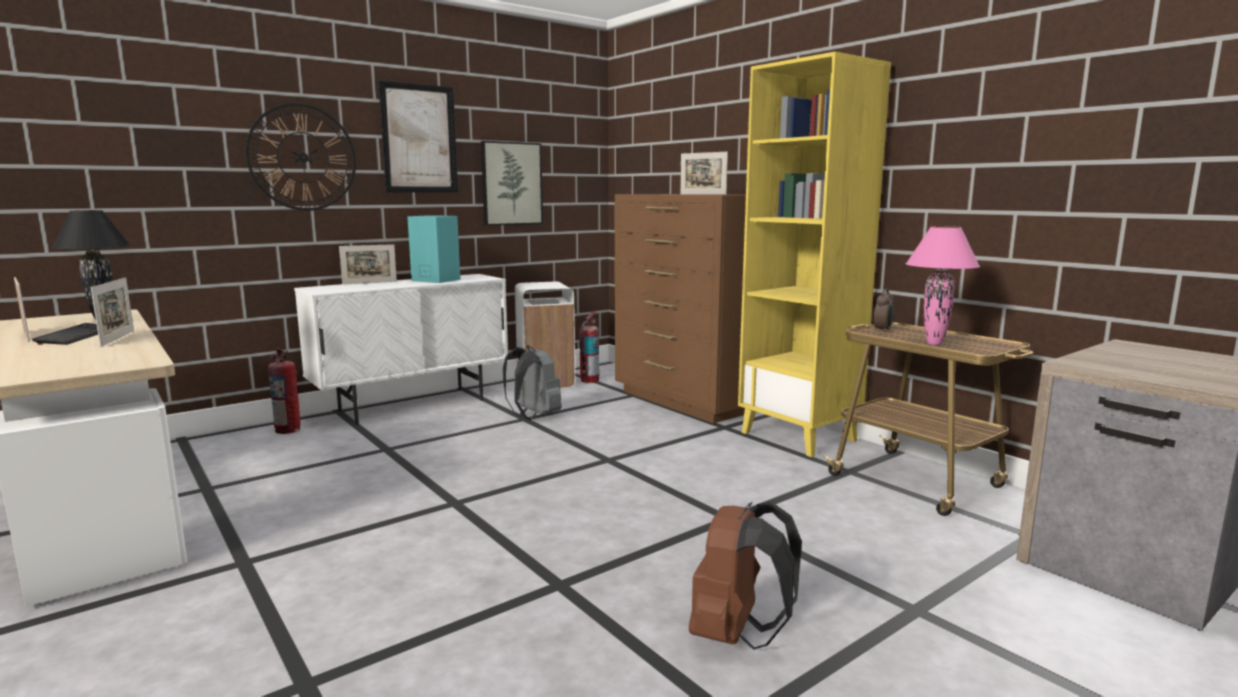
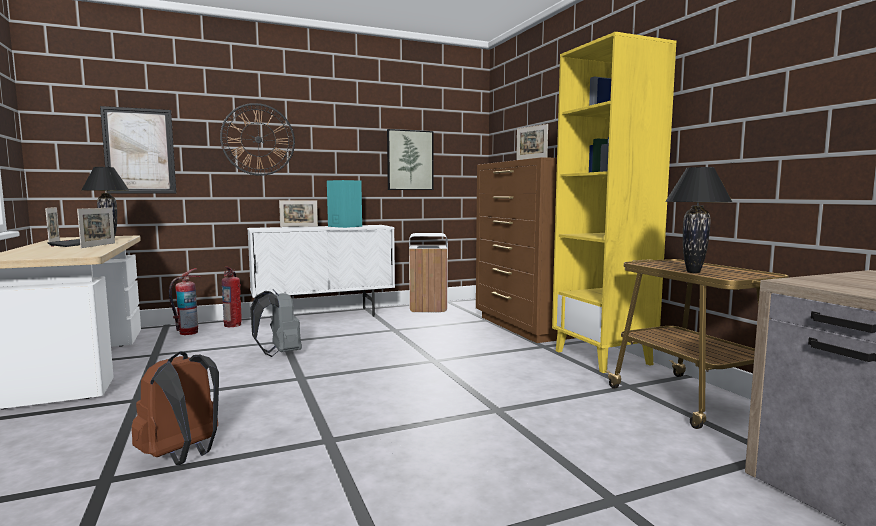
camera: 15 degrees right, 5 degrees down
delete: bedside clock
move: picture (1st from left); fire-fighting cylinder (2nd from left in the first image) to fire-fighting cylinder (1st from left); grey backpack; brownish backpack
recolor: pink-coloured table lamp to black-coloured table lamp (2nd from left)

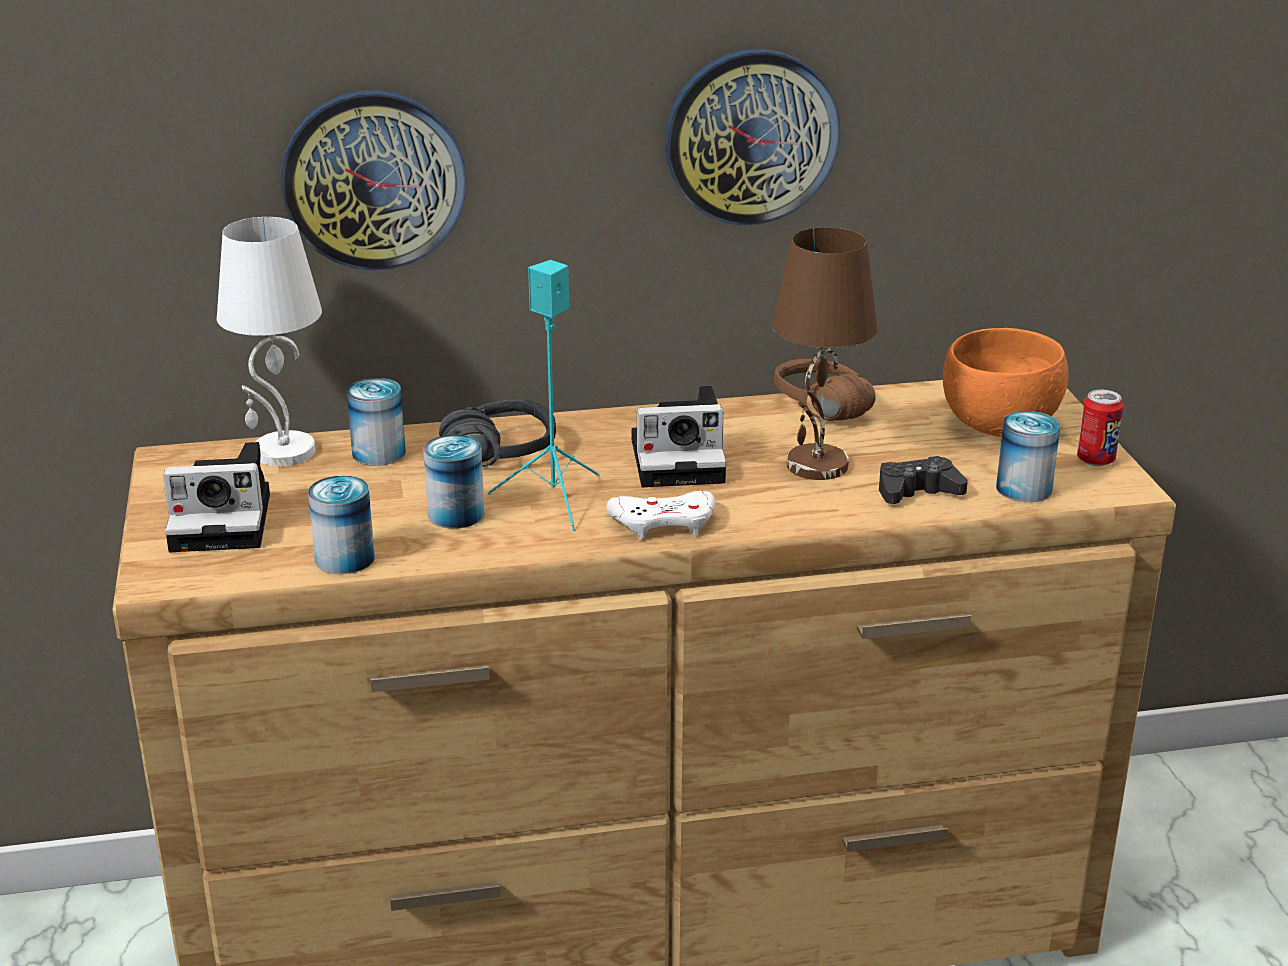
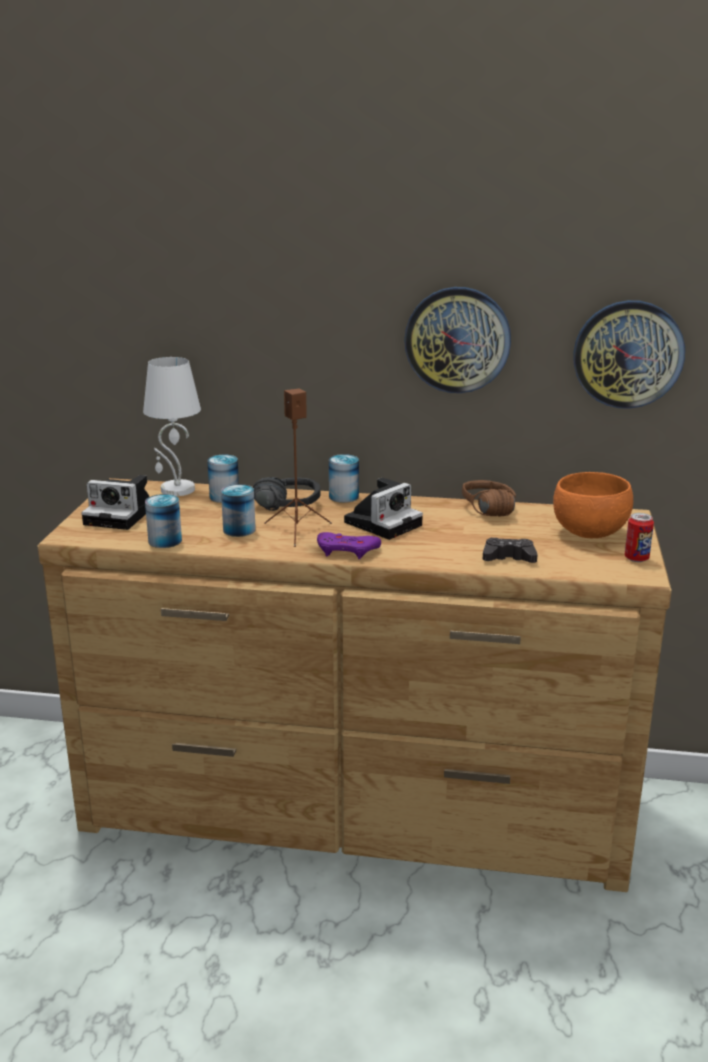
camera: 20 degrees right, 5 degrees down
delete: brownish table lamp
move: wall clock (1st from left in the first image) to wall clock (2nd from left); metal can (4th from left)
recolor: turquoise audio speaker to brownish audio speaker; white-coloured joypad to purple joypad
rotate: still camera (2nd from left) 60 degrees counterclockwise

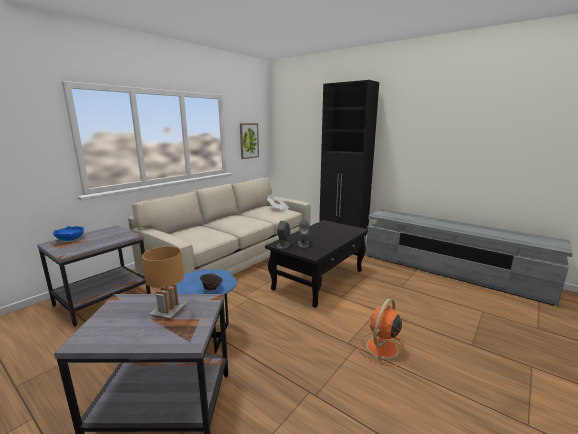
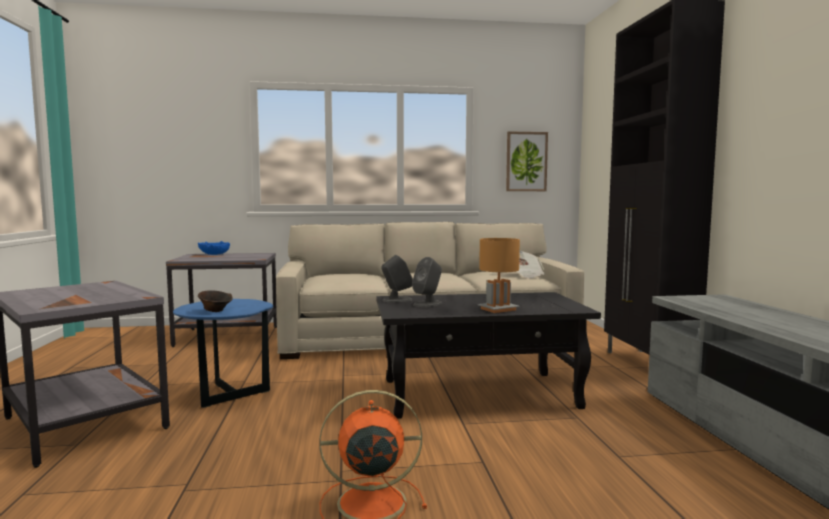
camera: 45 degrees right, 10 degrees down
move: brownish table lamp

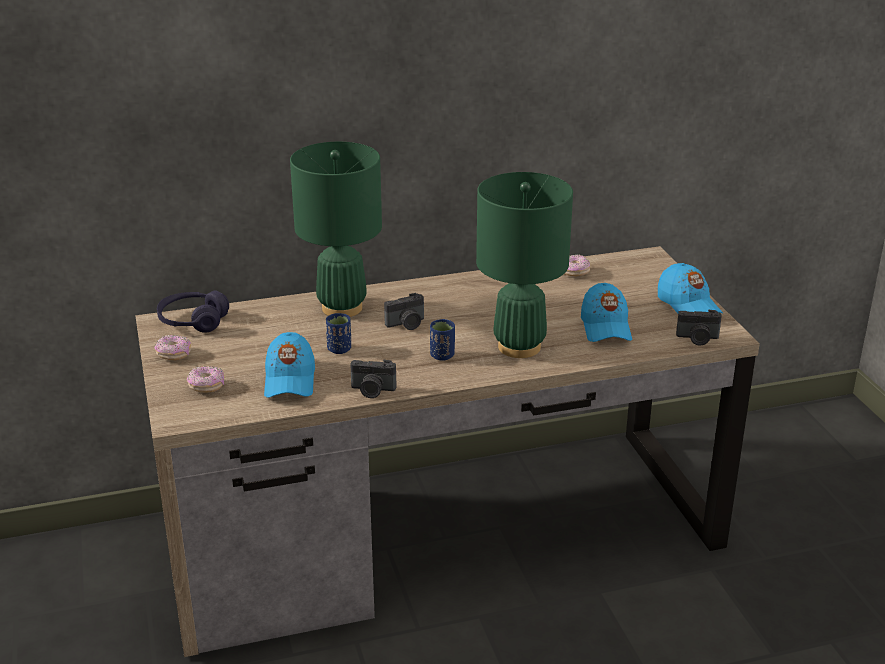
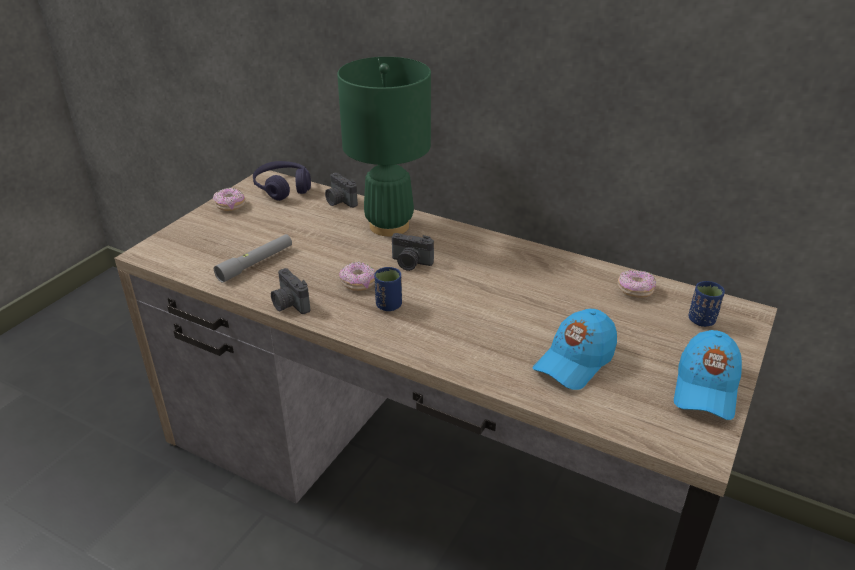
camera: 45 degrees right, 5 degrees up
delete: green-coloured table lamp (2nd from left)
move: still camera (3rd from left in the first image) to still camera (2nd from left); bluish small cup (1st from left in the first image) to bluish small cup (2nd from left); donut (2nd from left)
replace: bluish peaked cap (1st from left) to grey torch

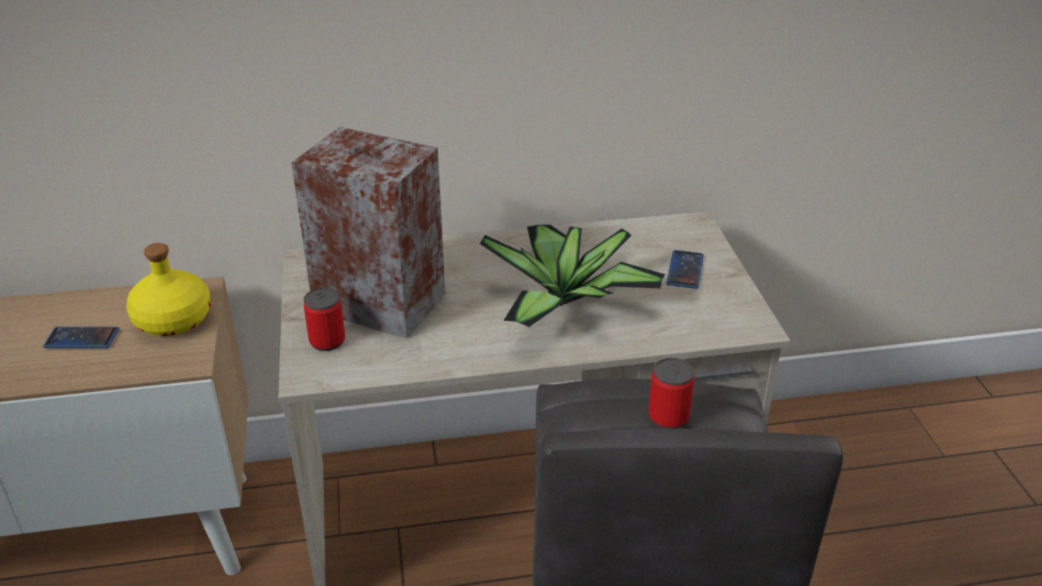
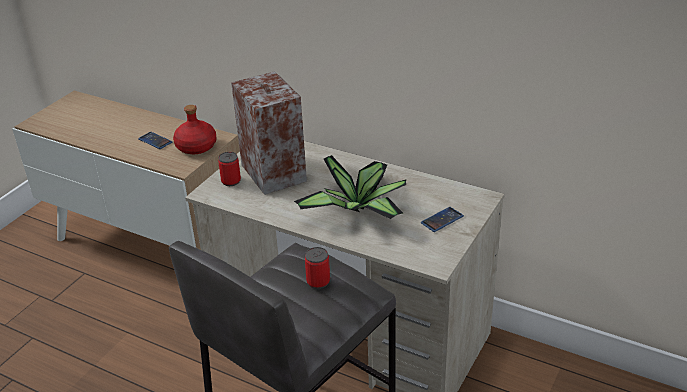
camera: 40 degrees right, 0 degrees up
recolor: yellow beverage bottle to reddish beverage bottle

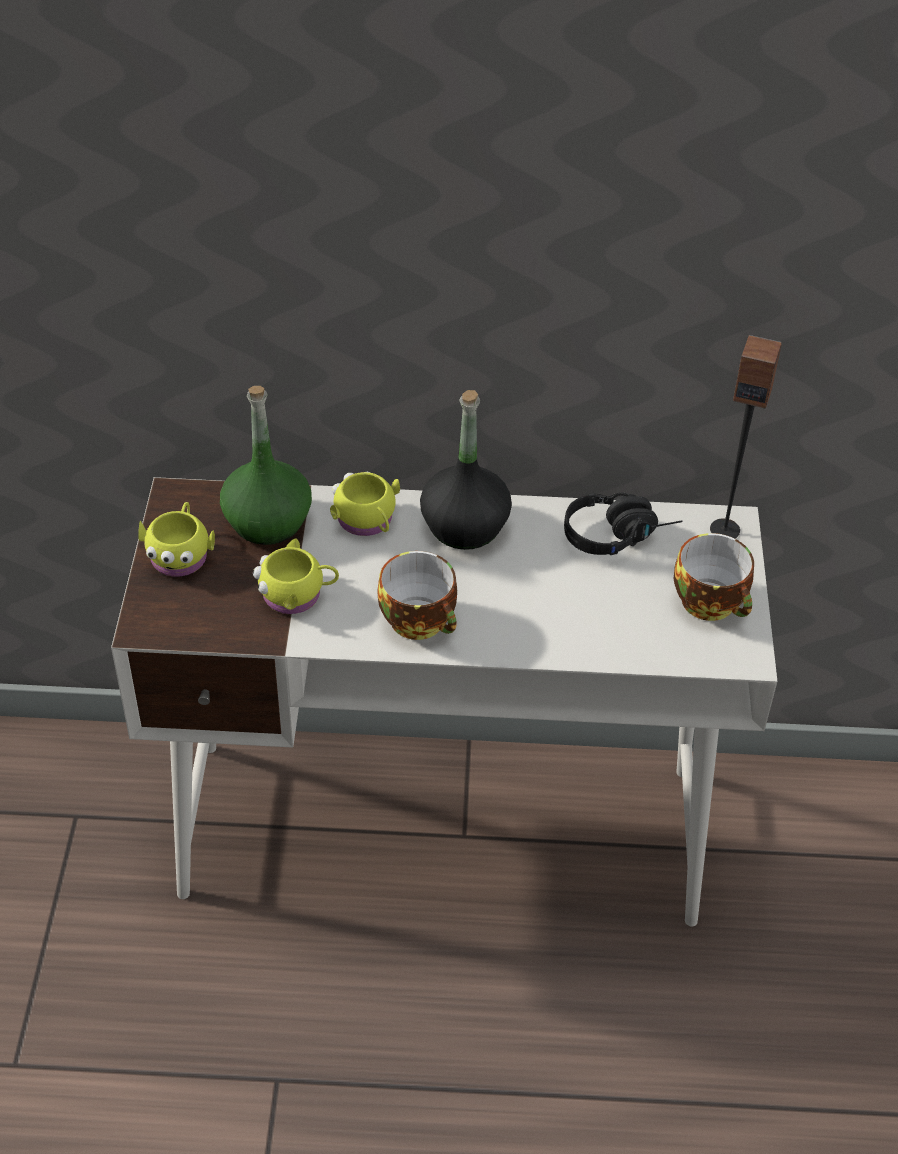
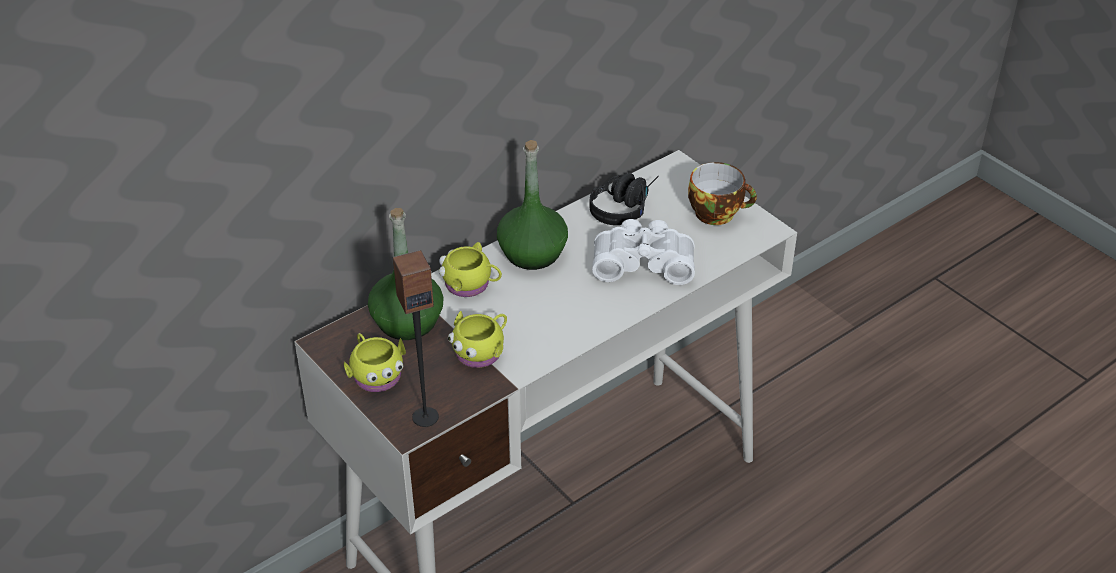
camera: 40 degrees left, 5 degrees down
delete: small cup (1st from left)
insert: white-coloured pair of binoculars
move: audio speaker
recolor: black-coloured beverage bottle to green-coloured beverage bottle (2nd from left)

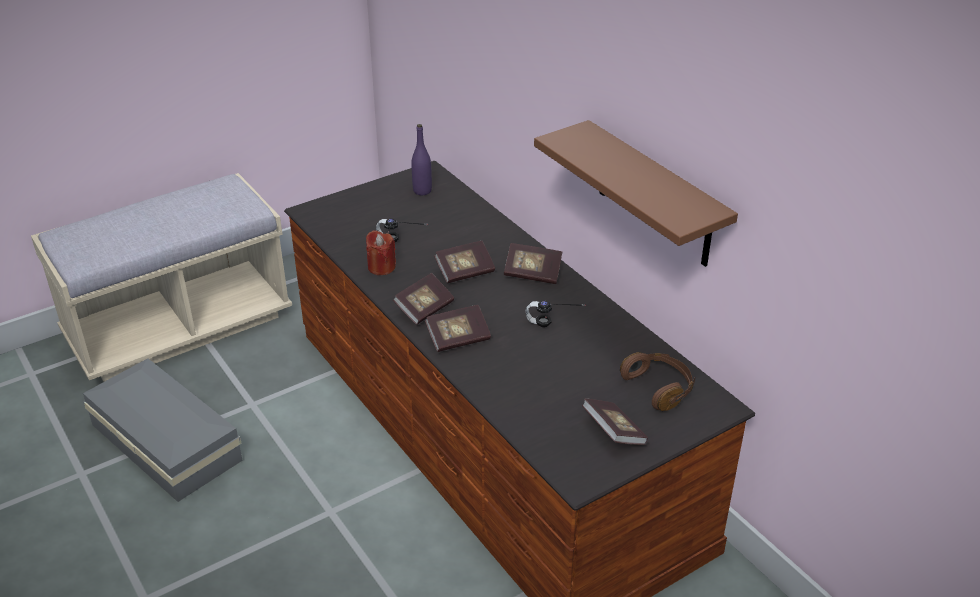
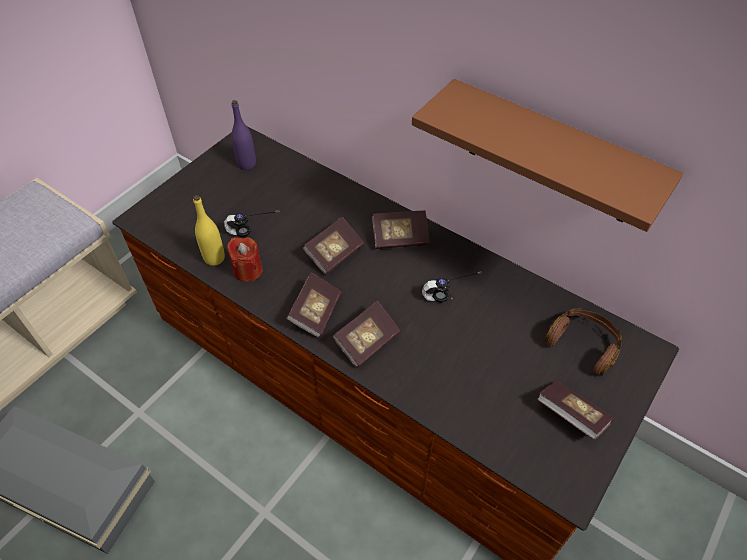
camera: 20 degrees left, 15 degrees up
insert: yellow beverage bottle

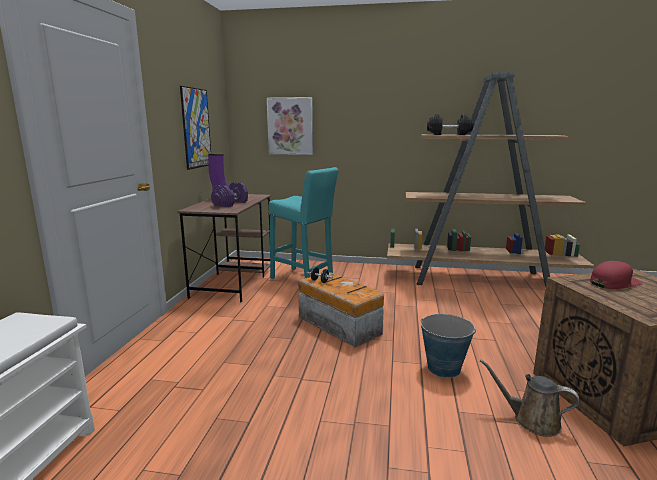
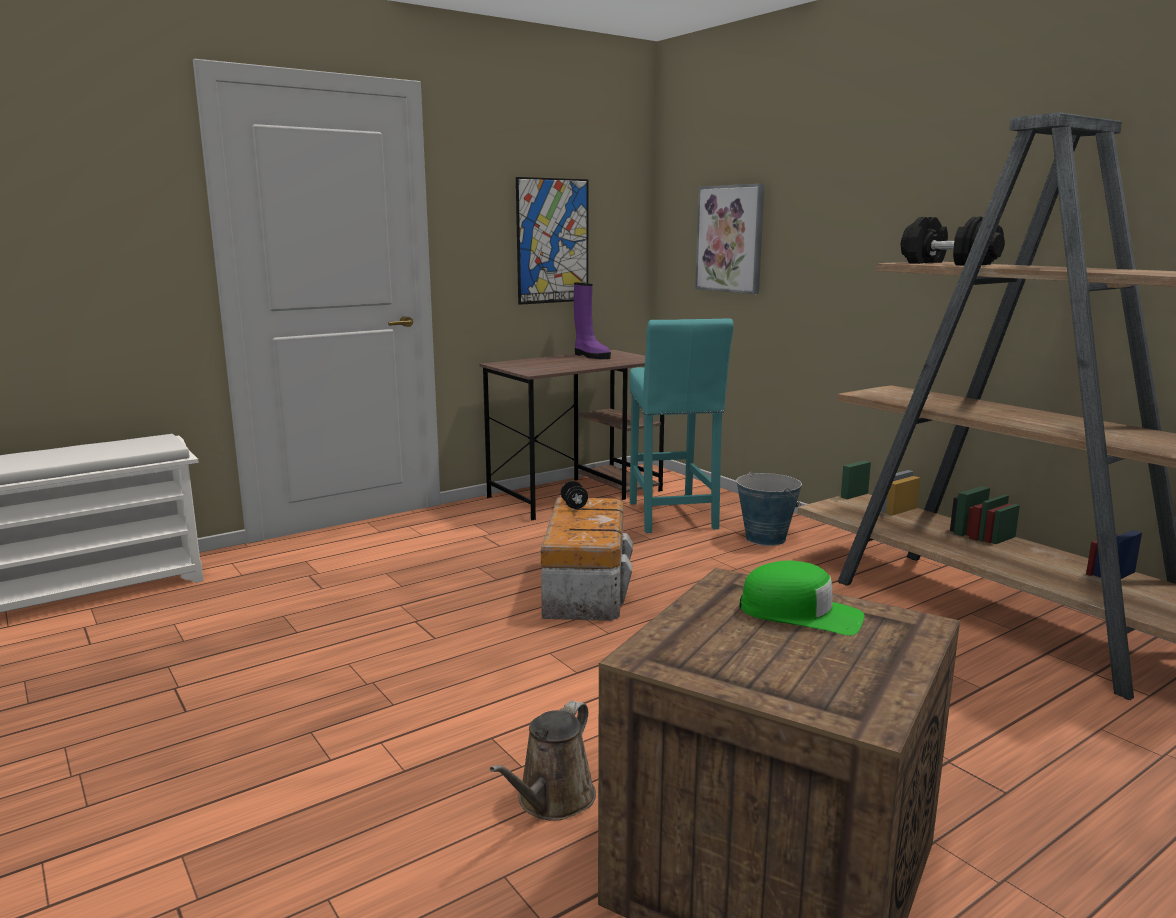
camera: 45 degrees right, 0 degrees up
delete: purple dumbbell
move: bucket
recolor: reddish peaked cap to green-coloured peaked cap
rotate: brownish sprinkling can 135 degrees counterclockwise

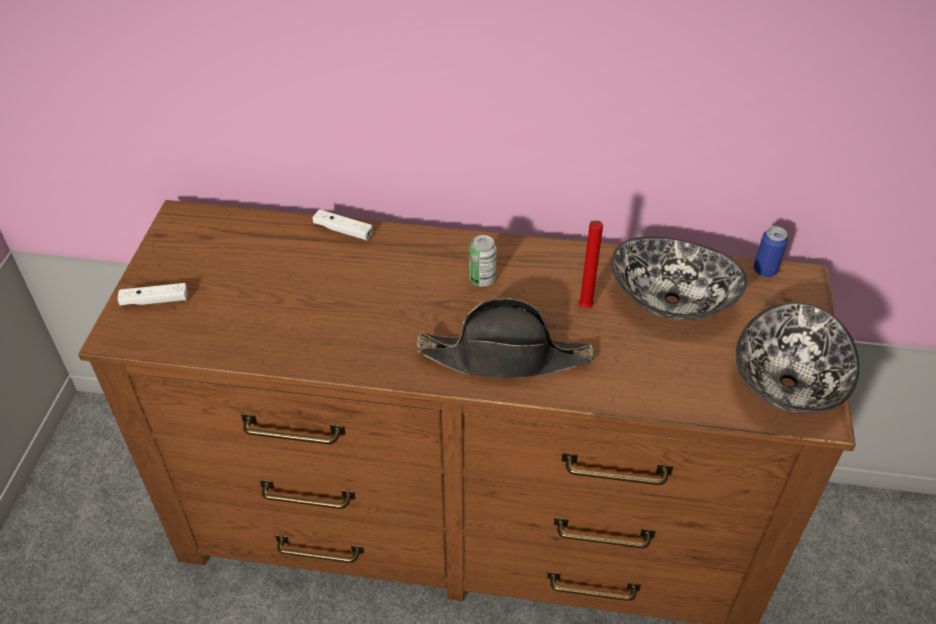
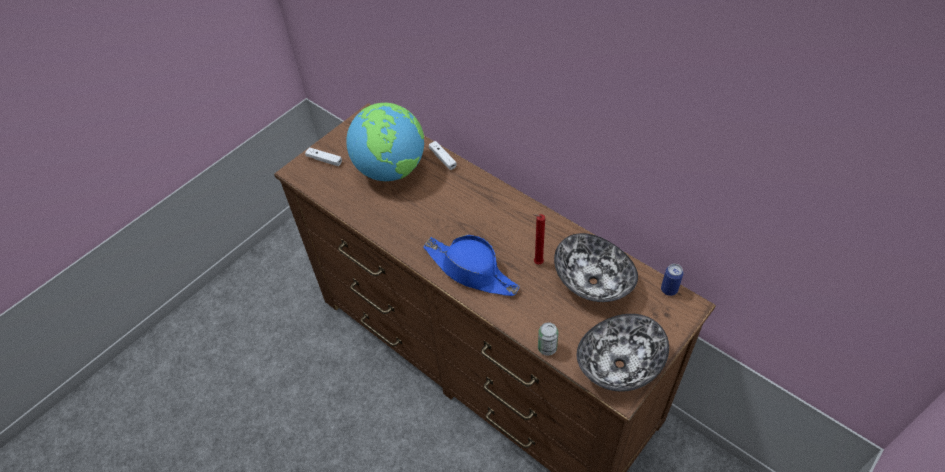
camera: 35 degrees right, 5 degrees up
insert: globe
move: metal can (1st from left)
recolor: black-coloured wearable hat to bluish wearable hat

